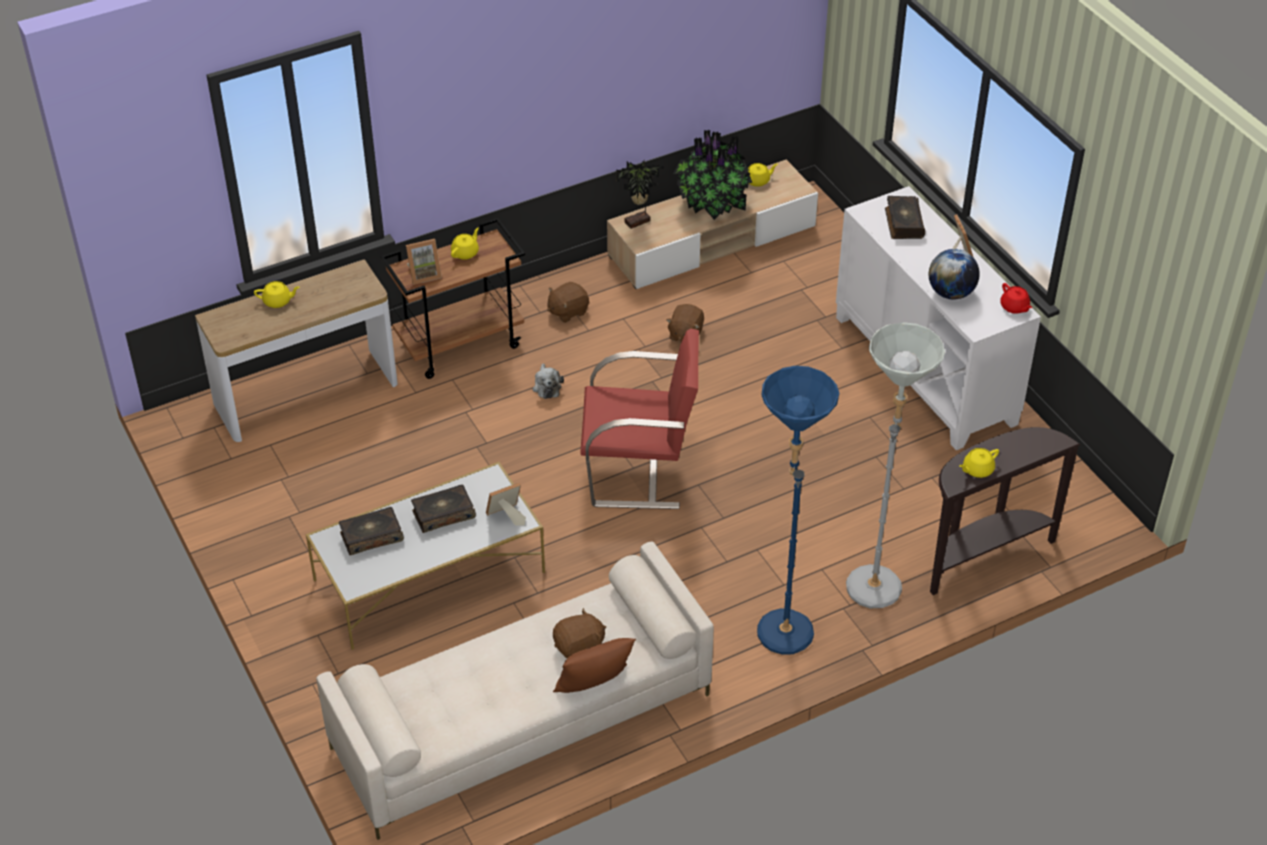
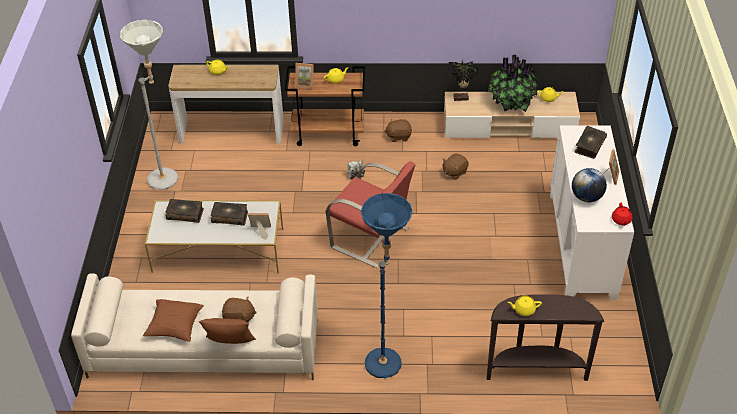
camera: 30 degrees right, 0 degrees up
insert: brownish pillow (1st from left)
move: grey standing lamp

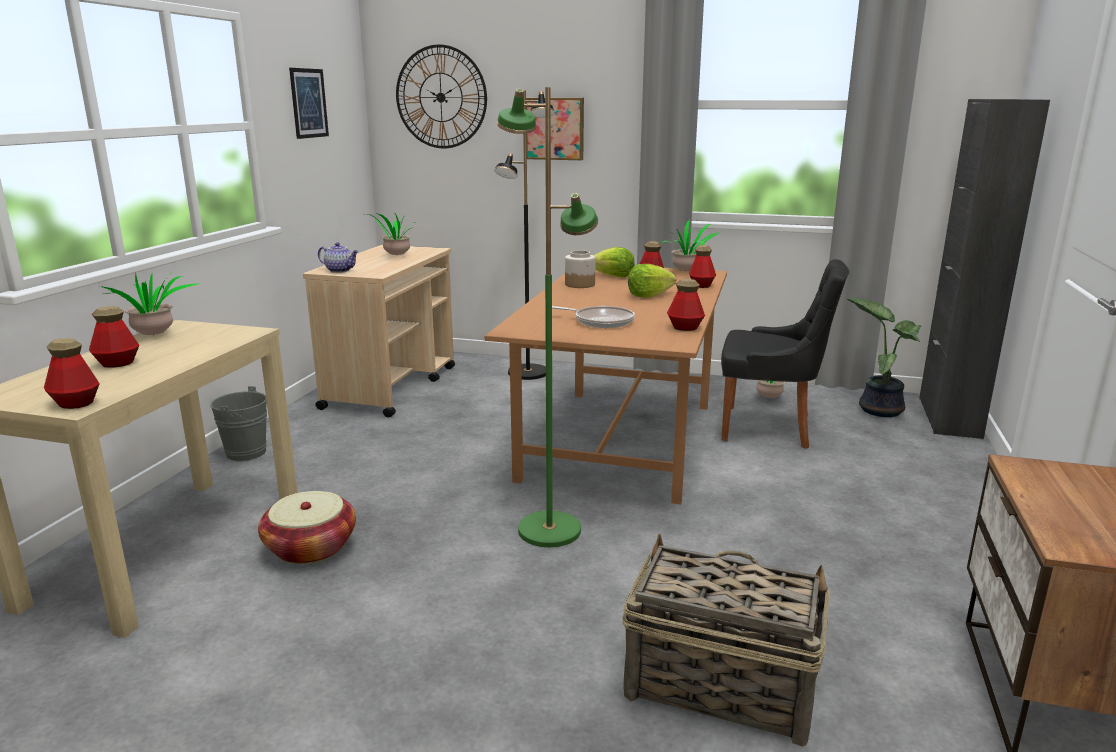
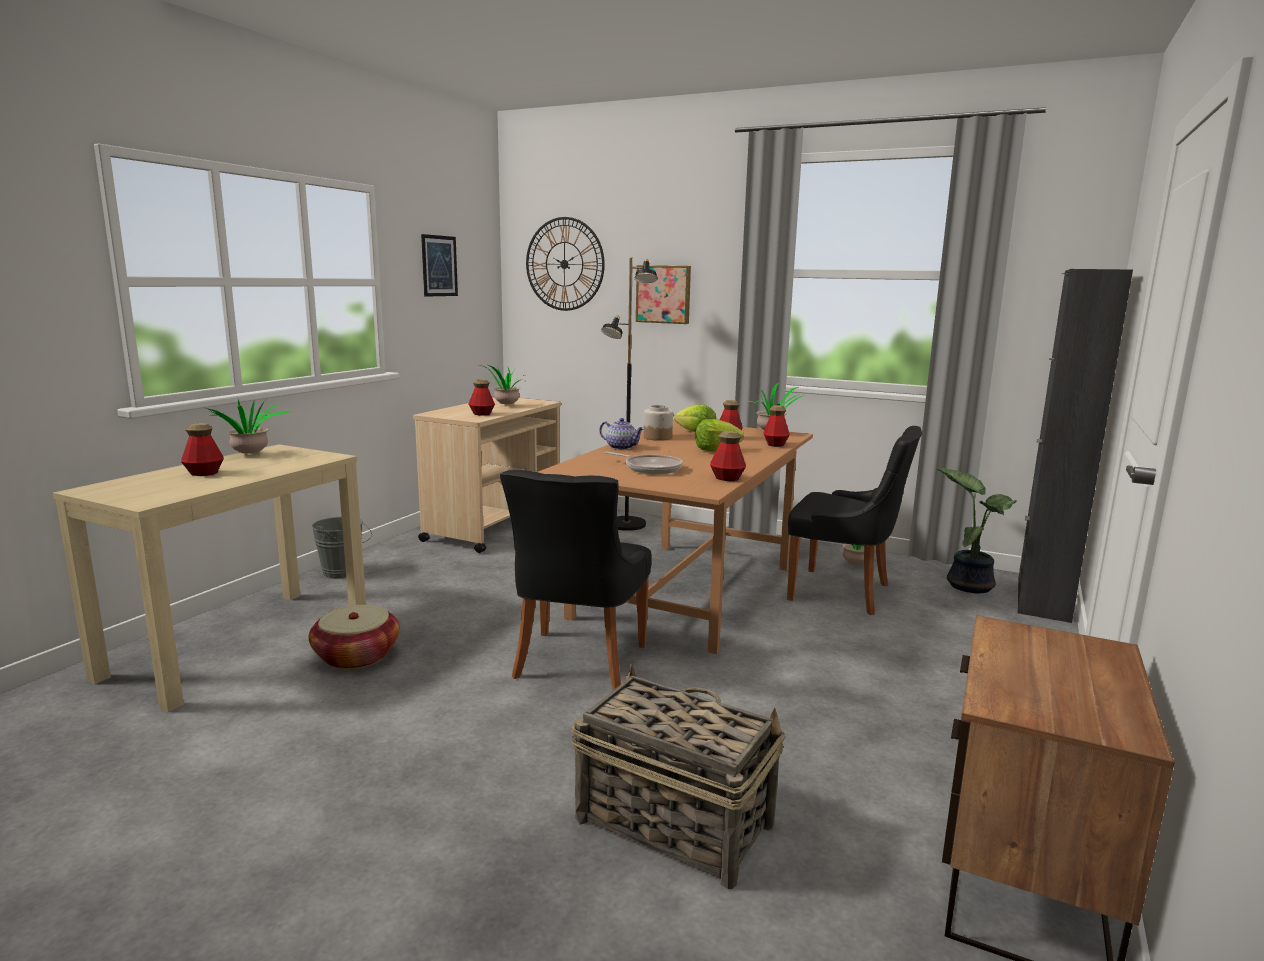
camera: 10 degrees right, 5 degrees down
move: pot for tea; beverage bottle (1st from left in the first image) to beverage bottle (2nd from left)
replace: green-coloured standing lamp to black-coloured chair (1st from left)

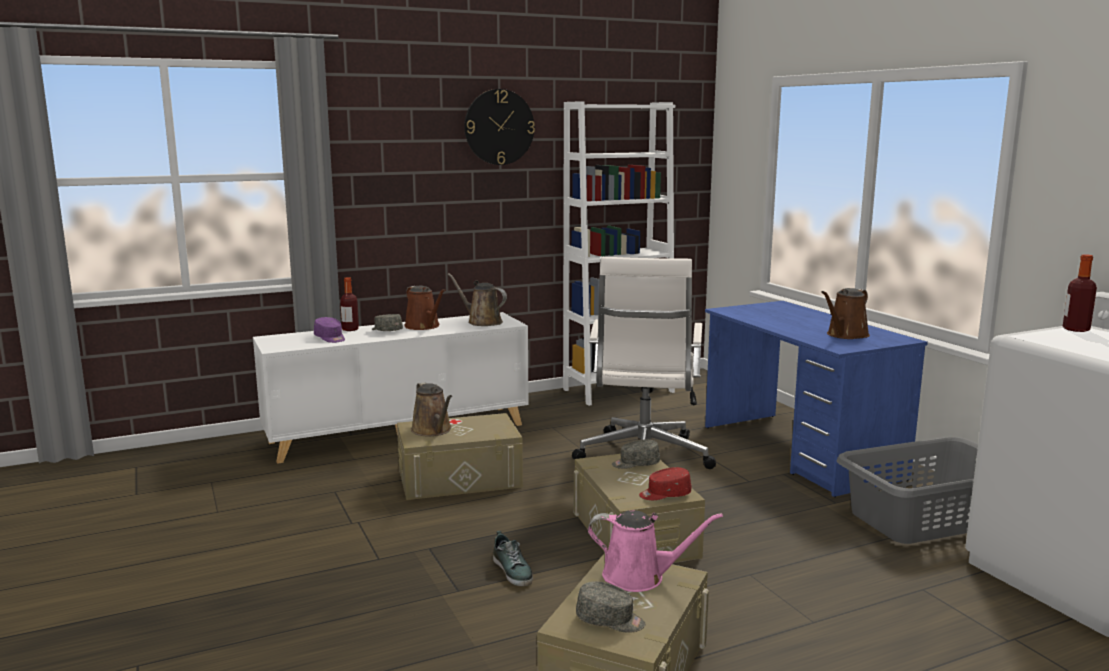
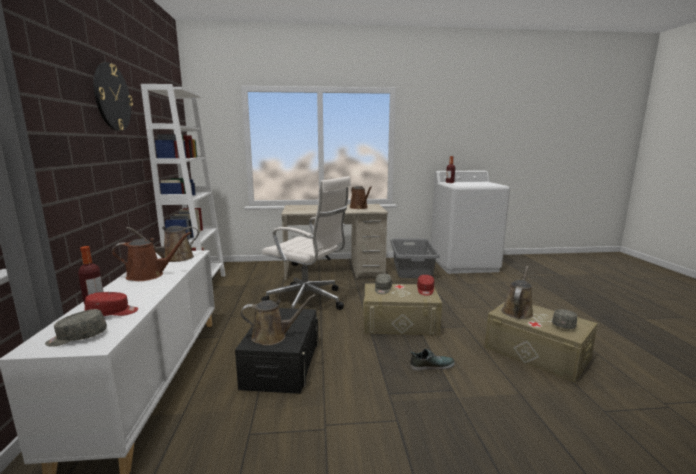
camera: 70 degrees left, 0 degrees up
move: grey peaked cap (1st from left)
recolor: bluish desk unit to beige desk unit; purple peaked cap to reddish peaked cap (1st from left); beige storage box (1st from left) to black-coloured storage box; pink-coloured sprinkling can to brownish sprinkling can (5th from left)

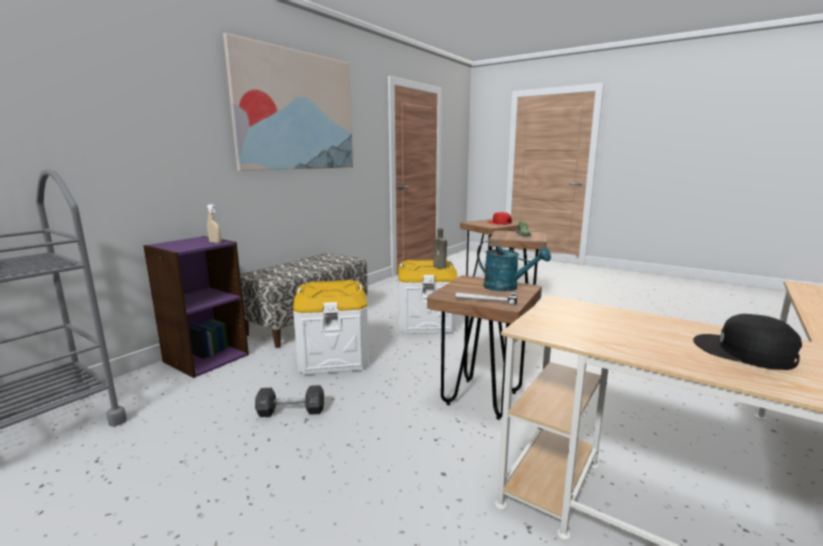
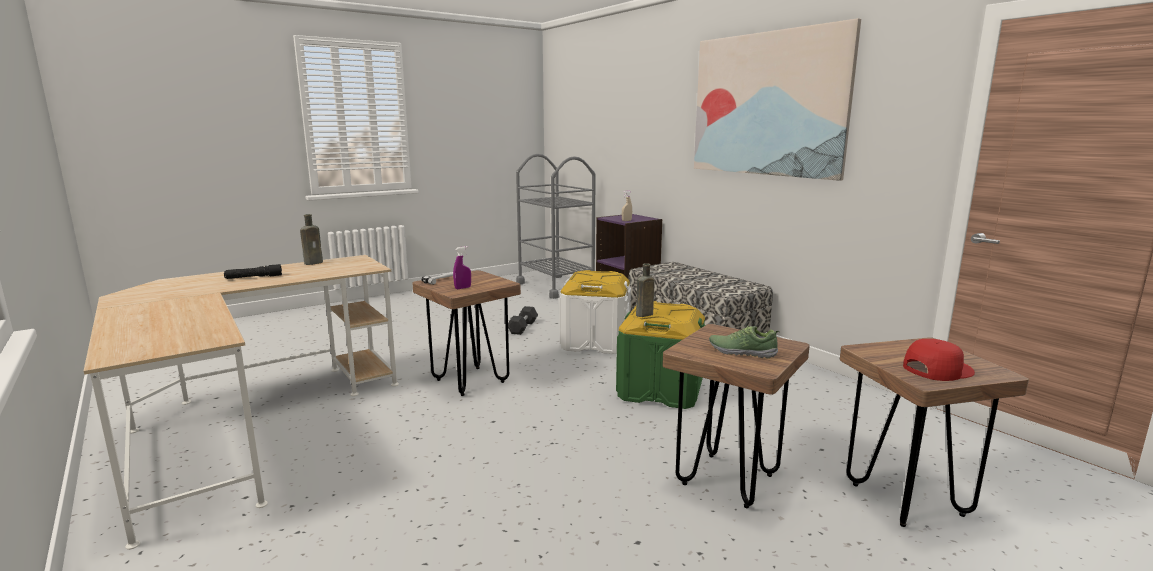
camera: 110 degrees right, 0 degrees up
insert: brownish beverage bottle (1st from left)
replace: turquoise sprinkling can to purple spray bottle; black-coloured peaked cap to black-coloured torch
recolor: white-coloured storage box (2nd from left) to green-coloured storage box

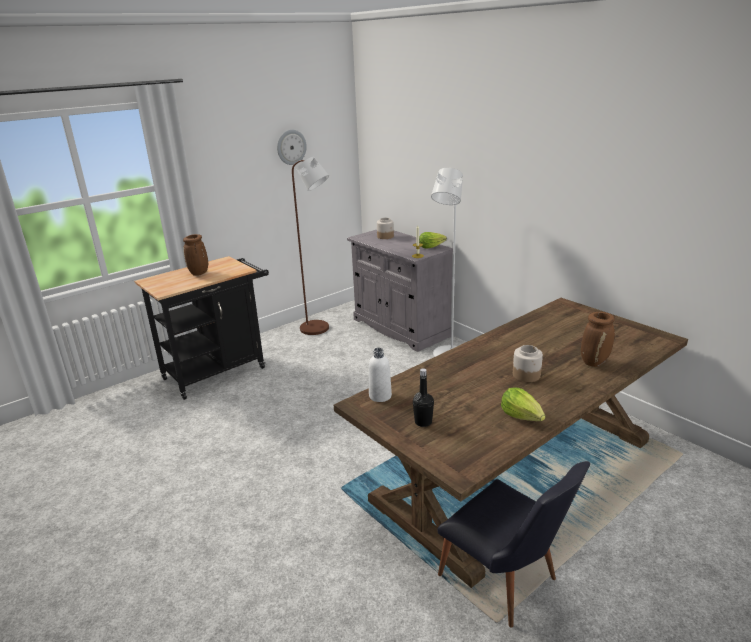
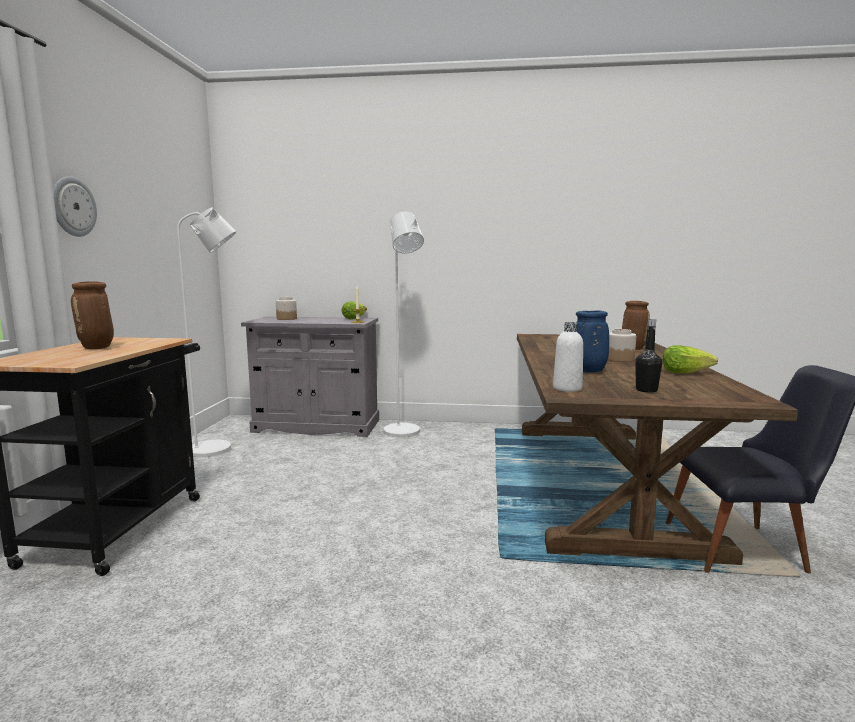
camera: 45 degrees left, 15 degrees down
insert: bluish decorative vase
move: wall clock
recolor: brownish standing lamp to white-coloured standing lamp (1st from left)

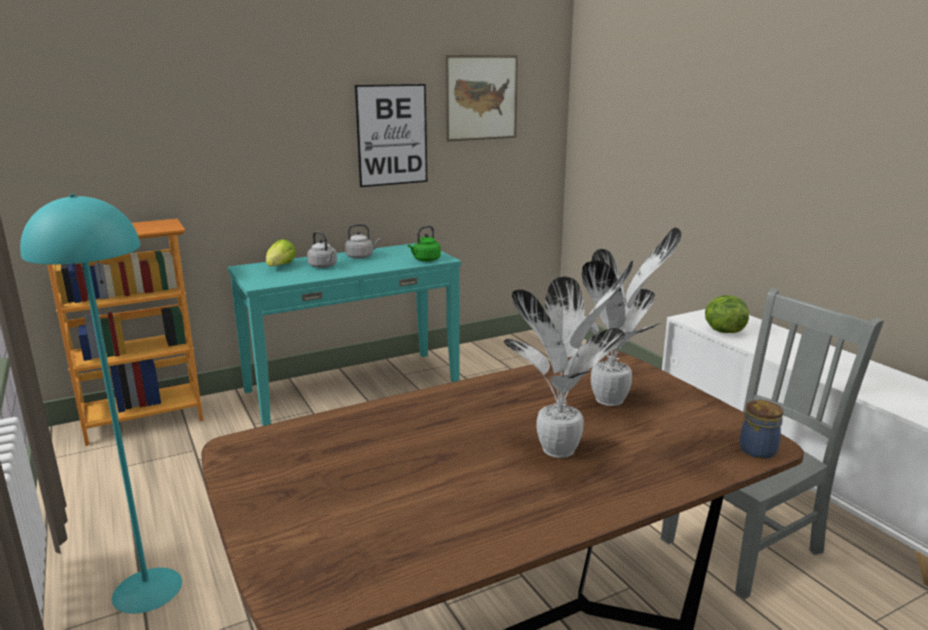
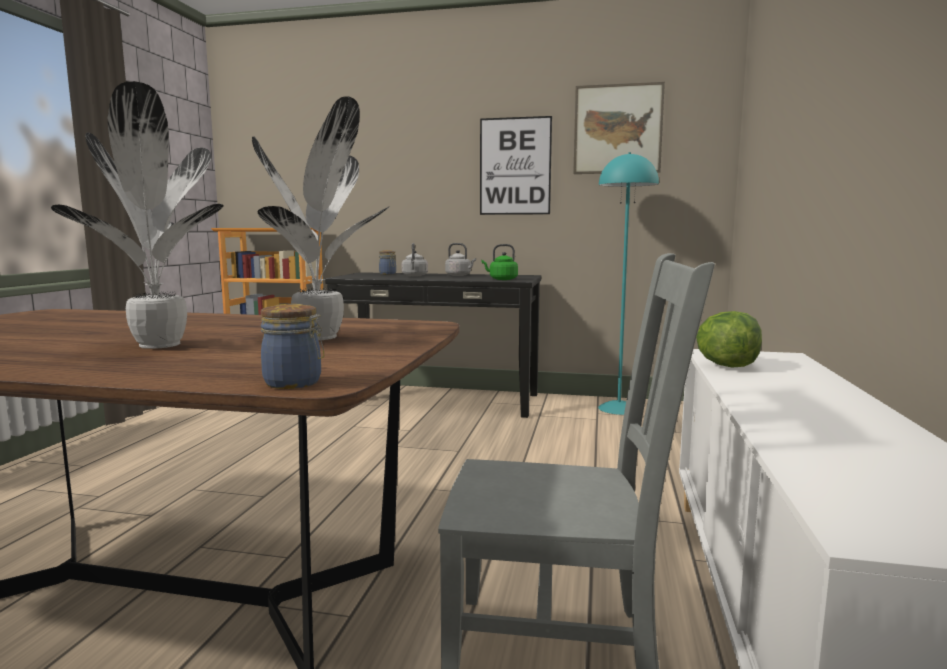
camera: 40 degrees right, 10 degrees down
move: turquoise standing lamp
replace: lettuce (1st from left) to storage jar (2nd from left)
recolor: turquoise console table to black-coloured console table

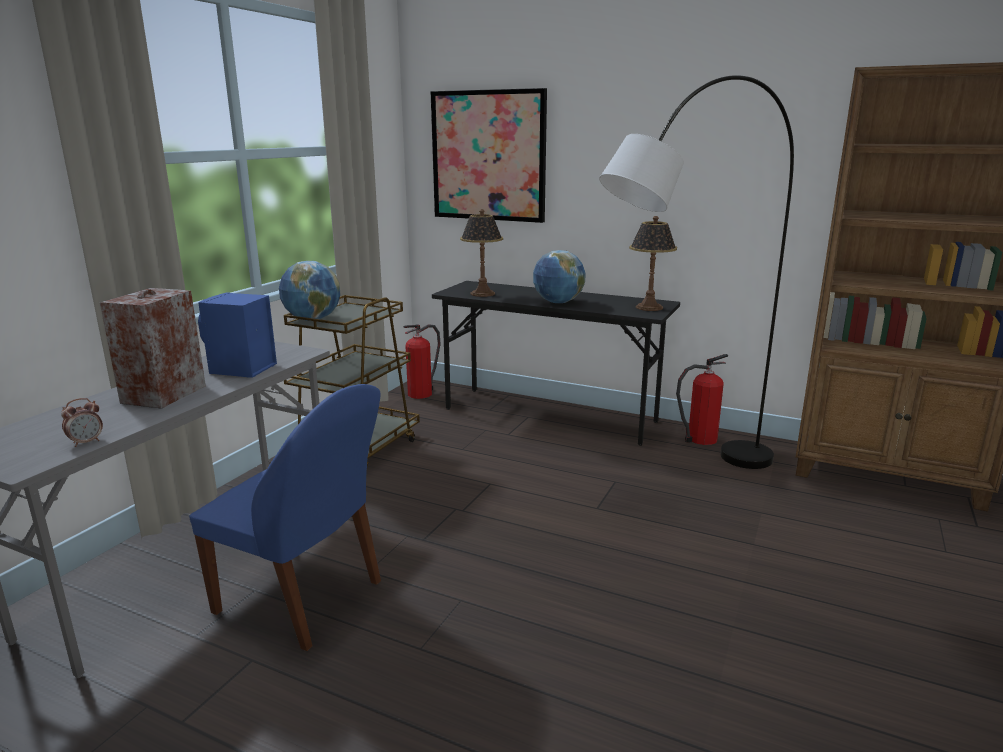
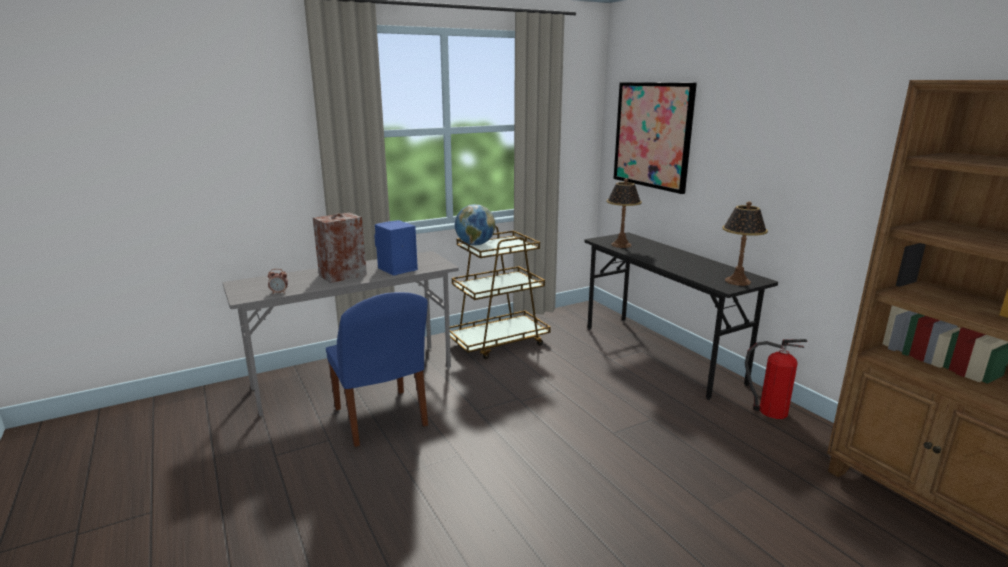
camera: 35 degrees right, 0 degrees up
delete: grey standing lamp; globe (2nd from left); fire-fighting cylinder (1st from left)

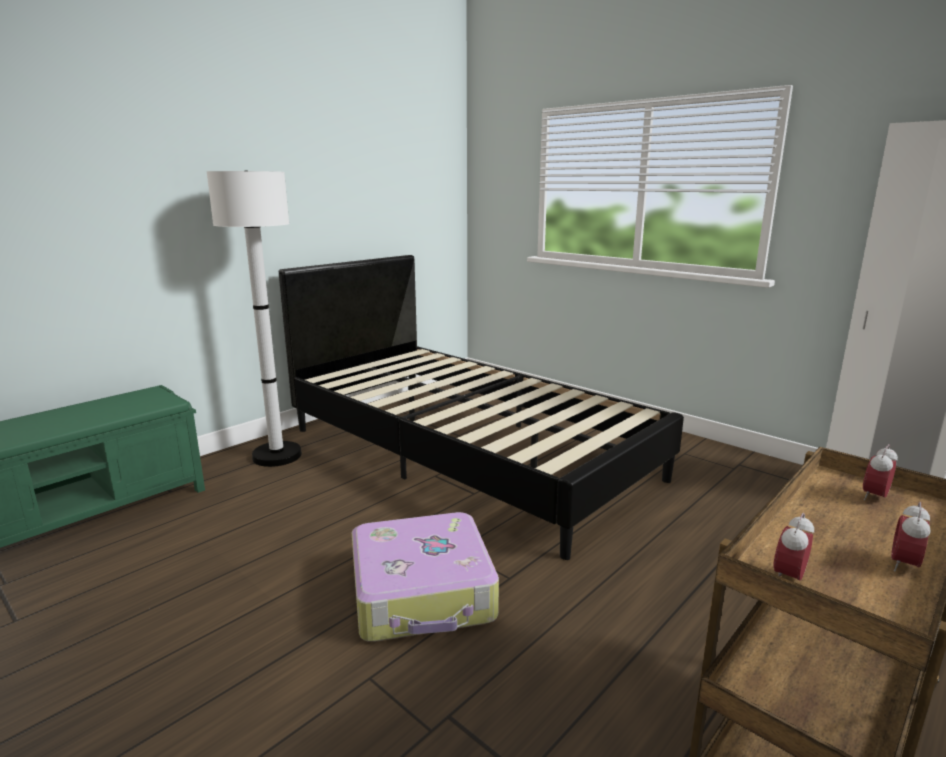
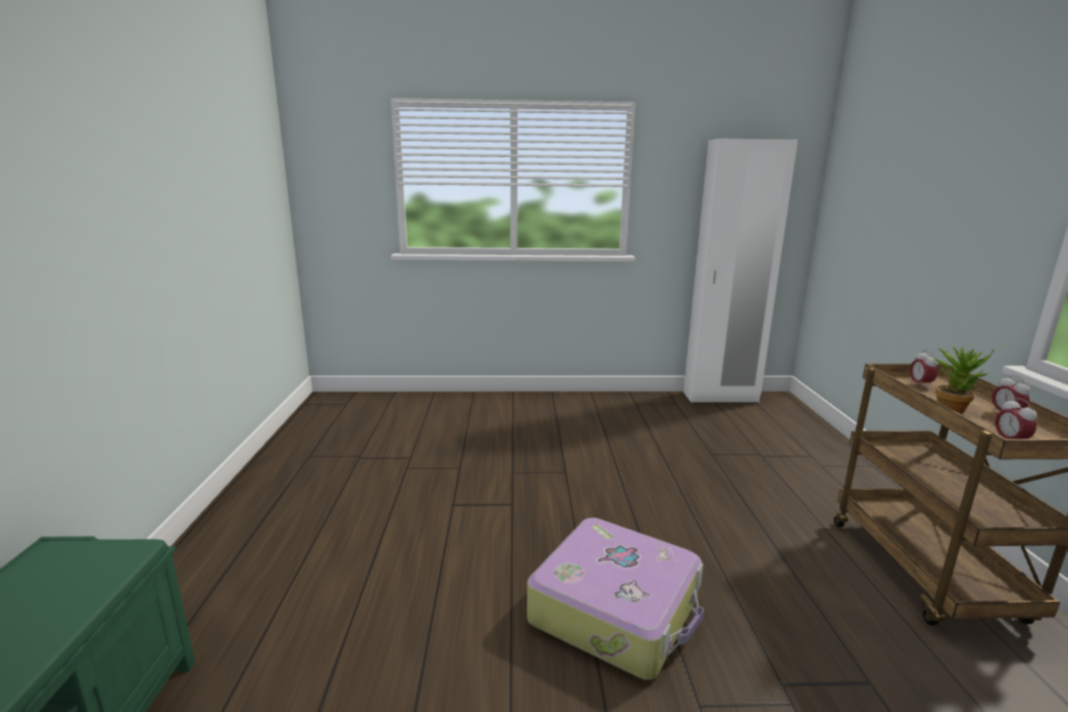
camera: 45 degrees left, 0 degrees up
delete: white-coloured standing lamp; black-coloured bedroom bed
insert: potted plant

